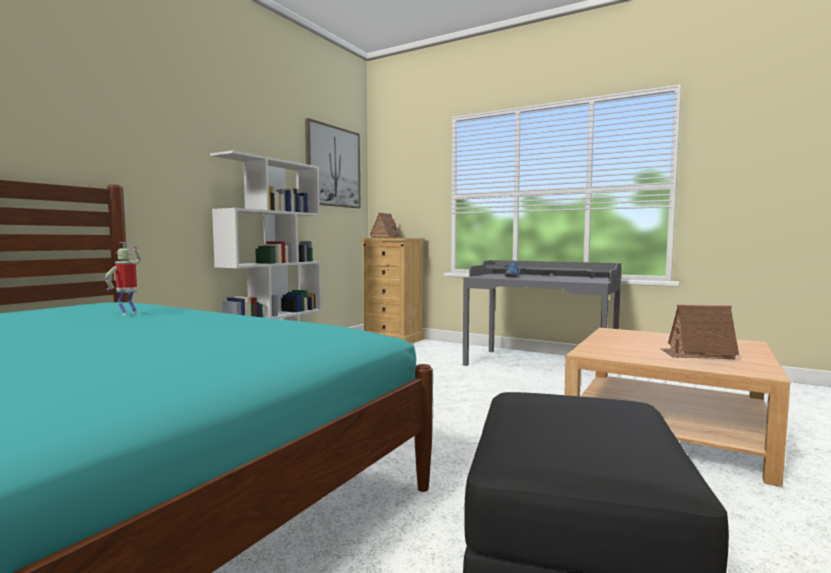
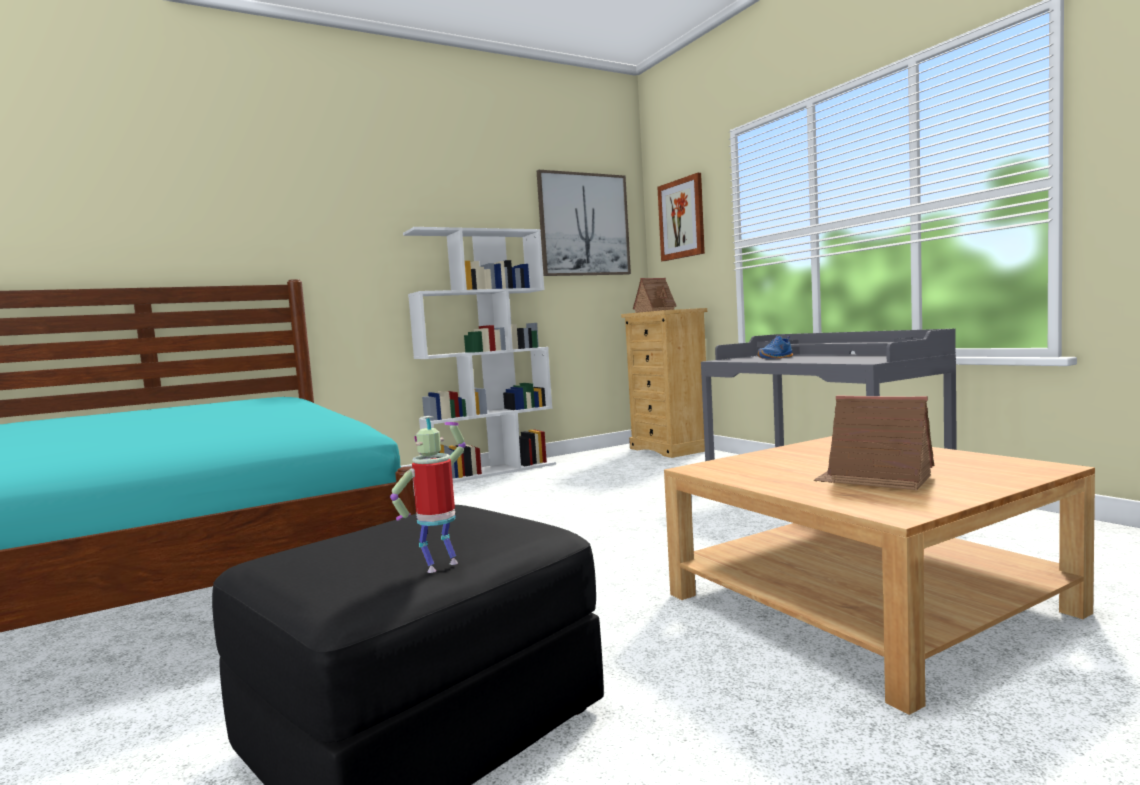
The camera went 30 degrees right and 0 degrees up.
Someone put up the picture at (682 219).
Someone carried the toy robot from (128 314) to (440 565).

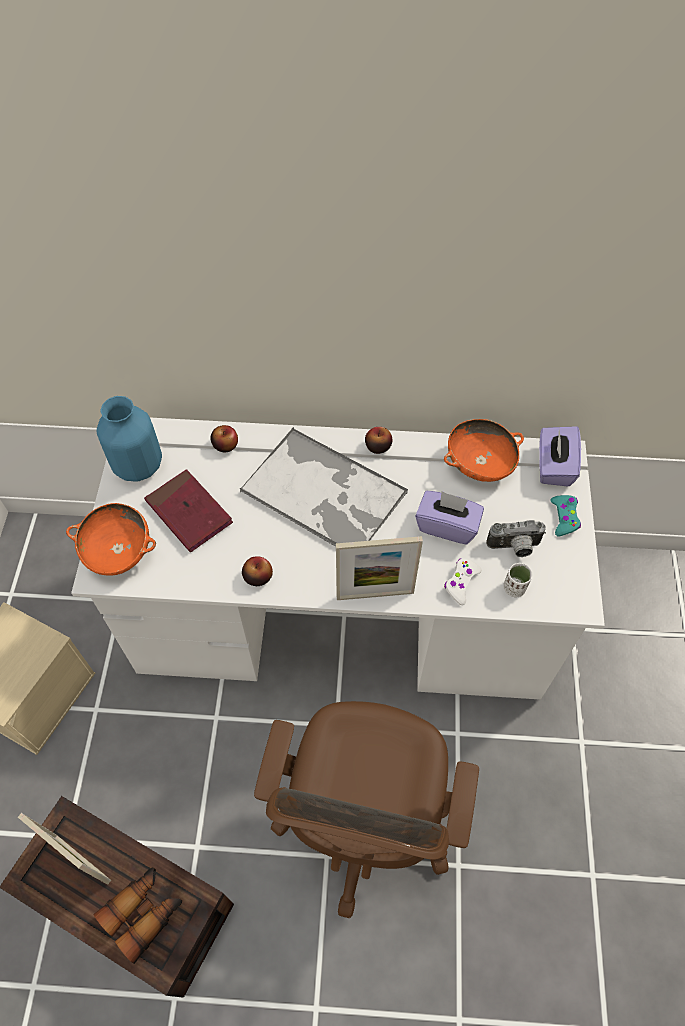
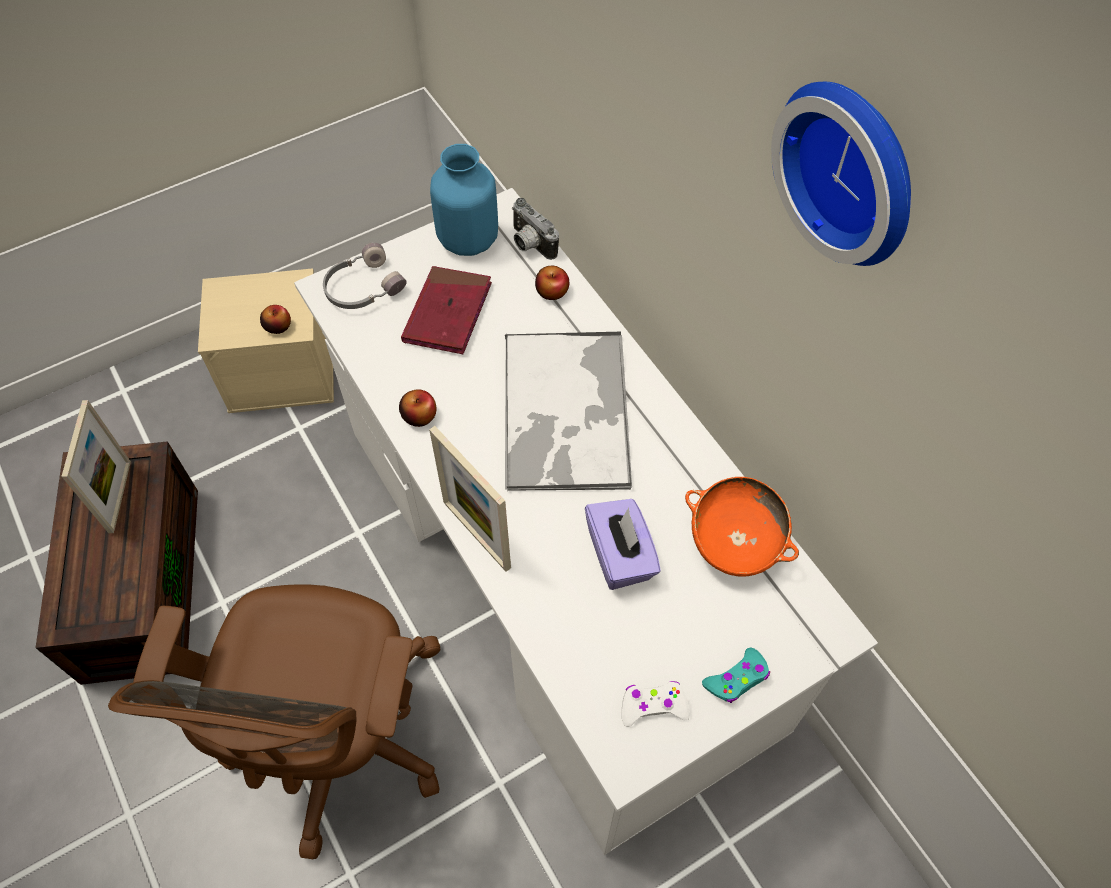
The camera went 55 degrees right and 0 degrees up.
Someone took away the binoculars at (144 912).
Someone took away the white cup at (514 588).
Someone took away the purple tissue box at (553 466).
Someone put up the wall clock at (853 169).
Someone carried the apple from (378 446) to (278 326).
Someone carried the white game controller from (461 583) to (653 706).
Someone carried the photo camera from (514 548) to (529 244).
Someone swapped the orange bowl at (118 551) for the grey headphones at (362 287).
Someone rotated the brown office chair at (364 821) by 60 degrees counterclockwise.

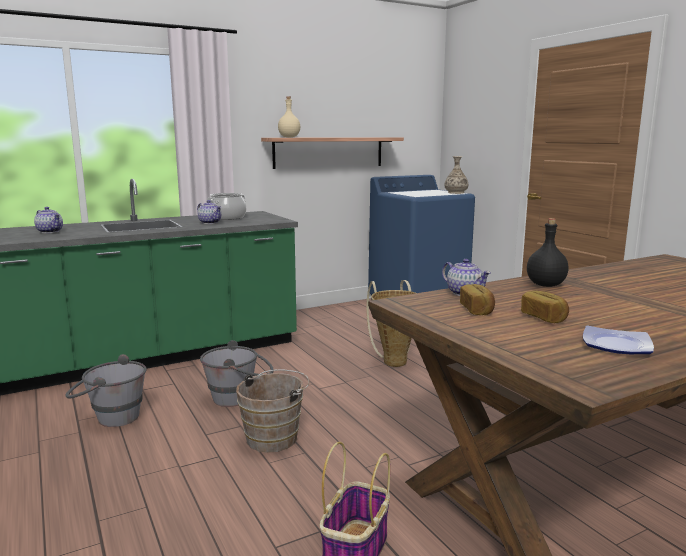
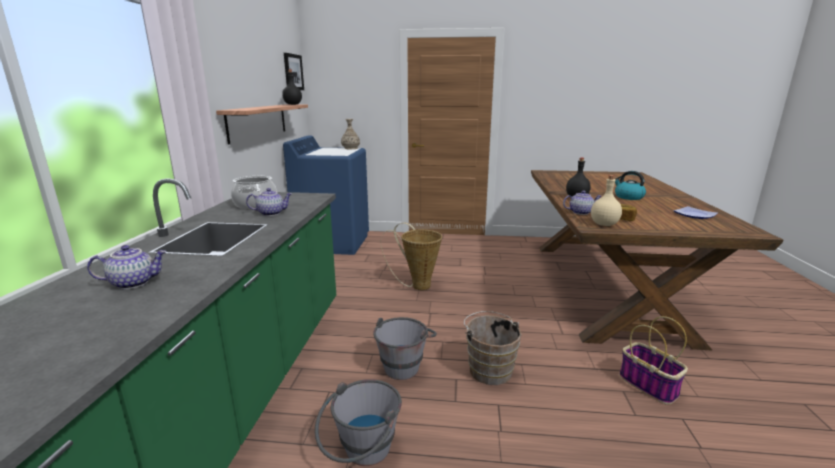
The camera went 55 degrees left and 5 degrees up.
Someone took away the bread at (544 317).
Someone put down the black bottle at (292 104).
Someone put up the picture at (293 72).
Someone put down the kettle at (628 197).
Someone carried the beige bottle from (289 137) to (603 224).

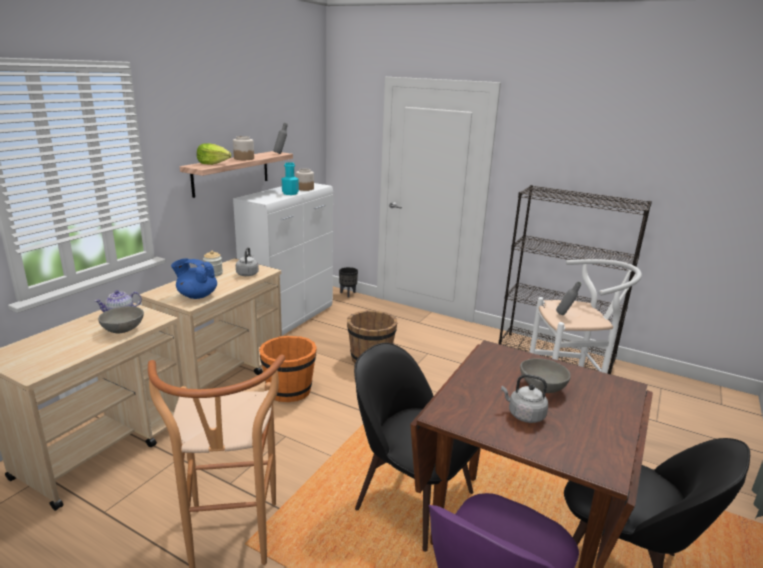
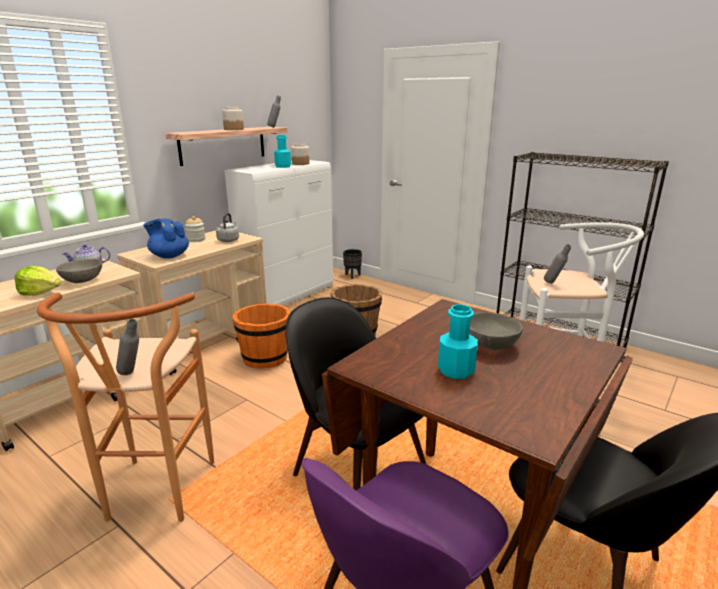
The camera went 10 degrees right and 0 degrees up.
Someone put down the grey bottle at (132 374).
Someone carried the lettuce from (213 164) to (41 292).
Someone swapped the grey kettle at (524 415) for the turquoise bottle at (456 370).

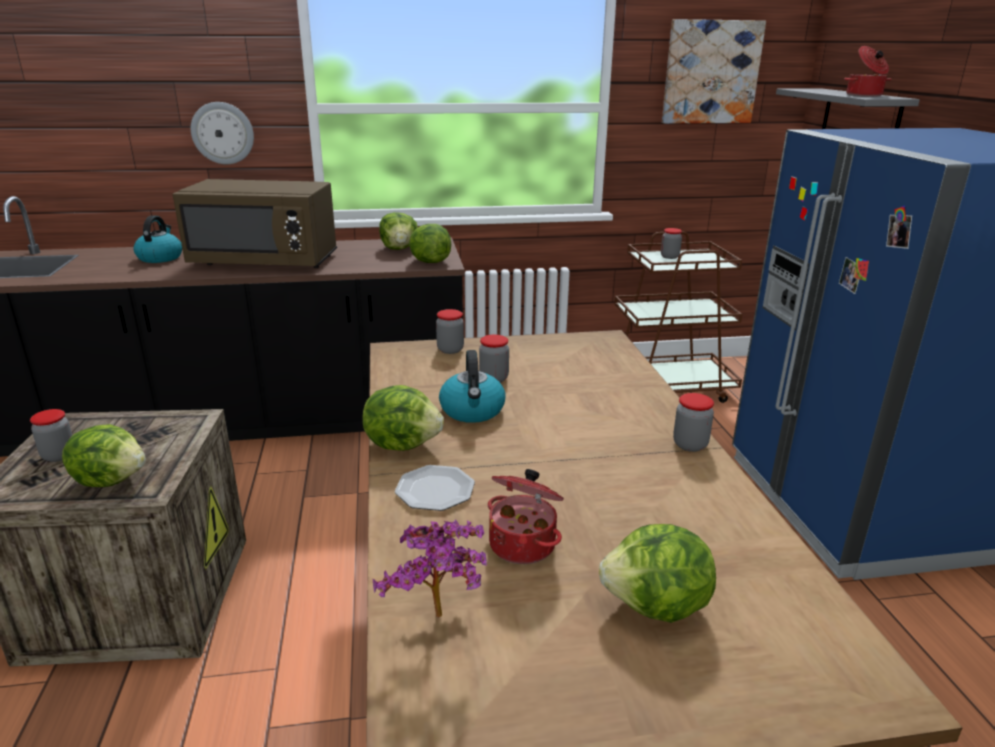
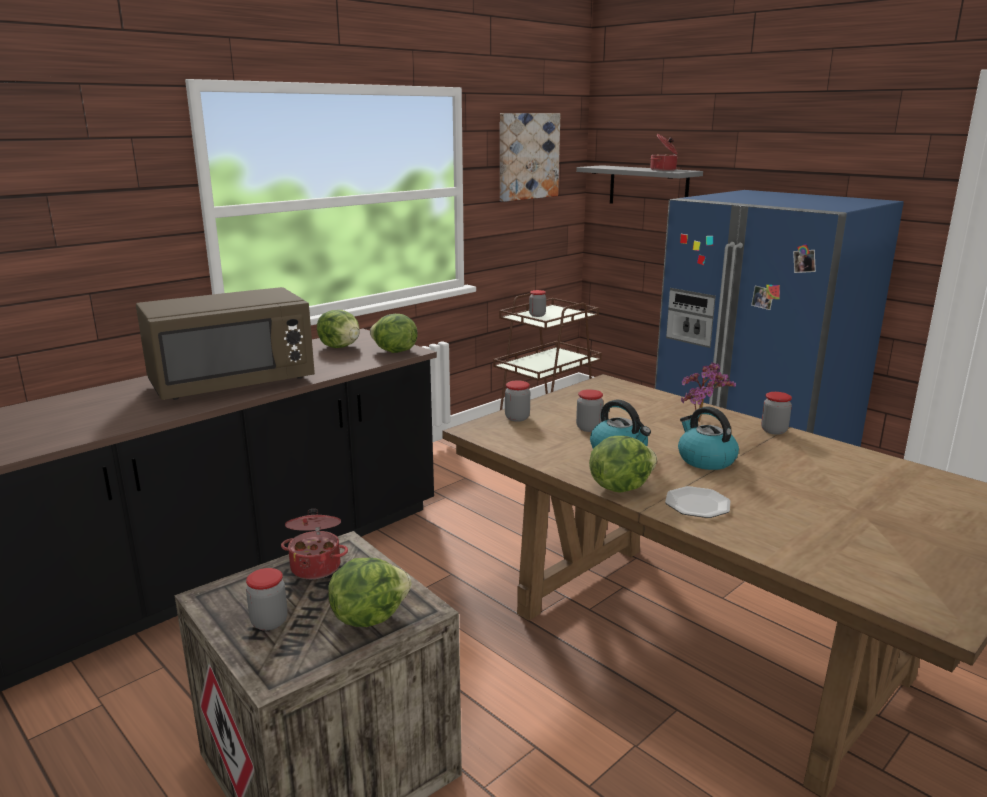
The camera went 35 degrees left and 5 degrees down.
Someone took away the wall clock at (222 133).
Someone took away the lettuce at (656 607).
Someone carried the kettle from (160 257) to (705 459).
Someone carried the potted plant from (441 621) to (702 422).
Someone carried the cooking pot from (524 544) to (316 566).

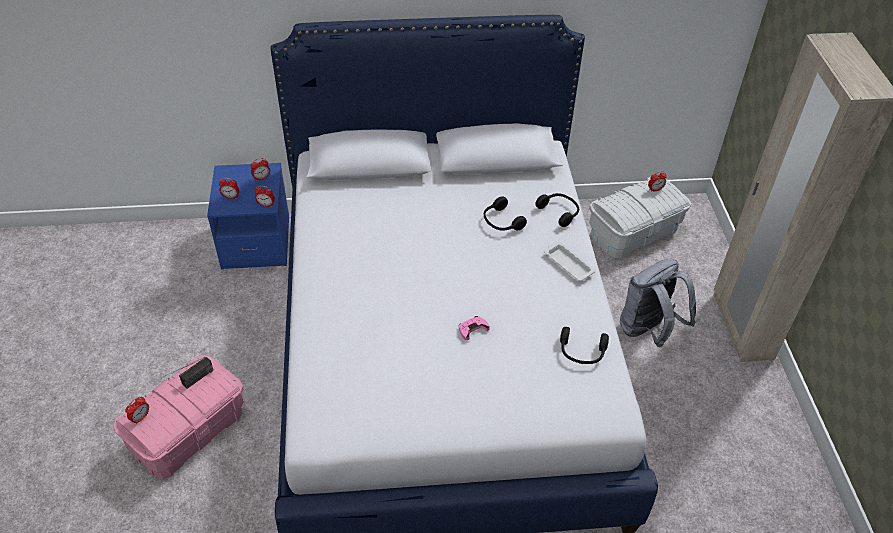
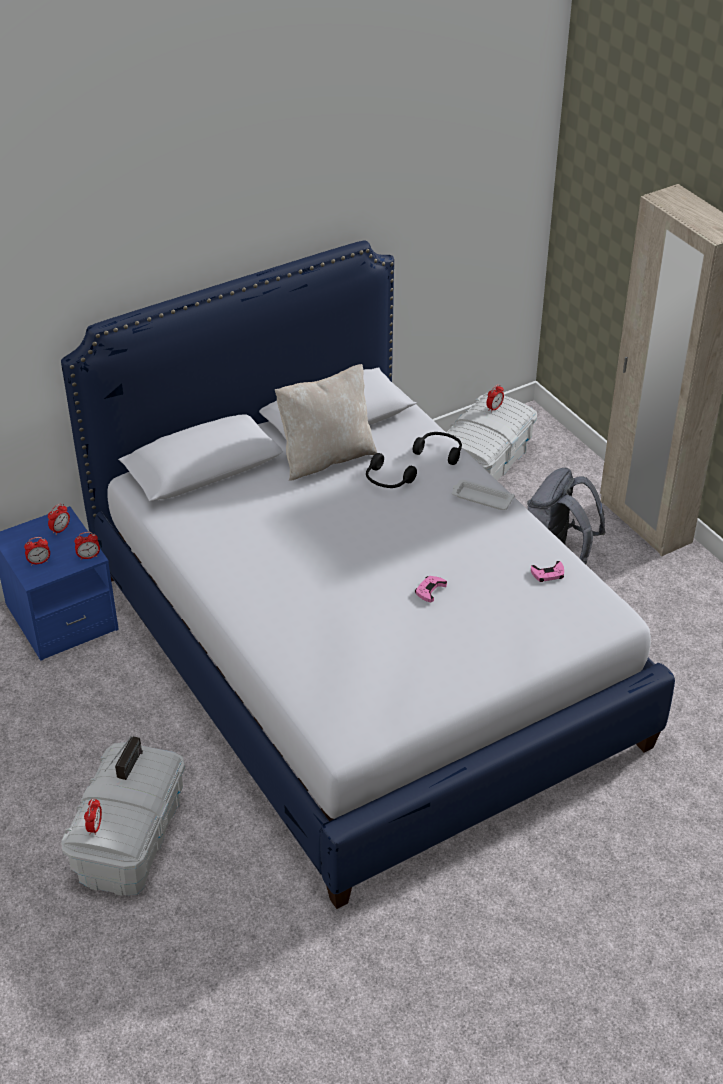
The camera went 25 degrees left and 5 degrees down.
Someone put down the beige pillow at (326 457).
Someone swapped the black headphones at (581 352) for the pink game controller at (548 574).
Someone repainted the pink storage box at (188 431), which became the white storage box at (129 838).

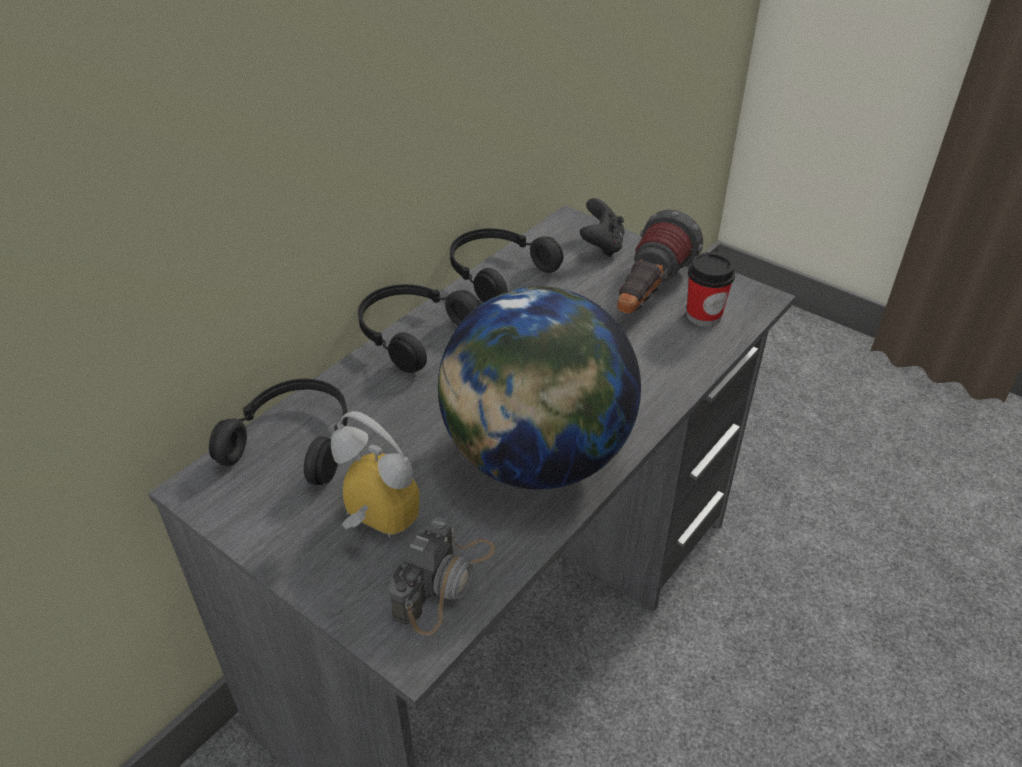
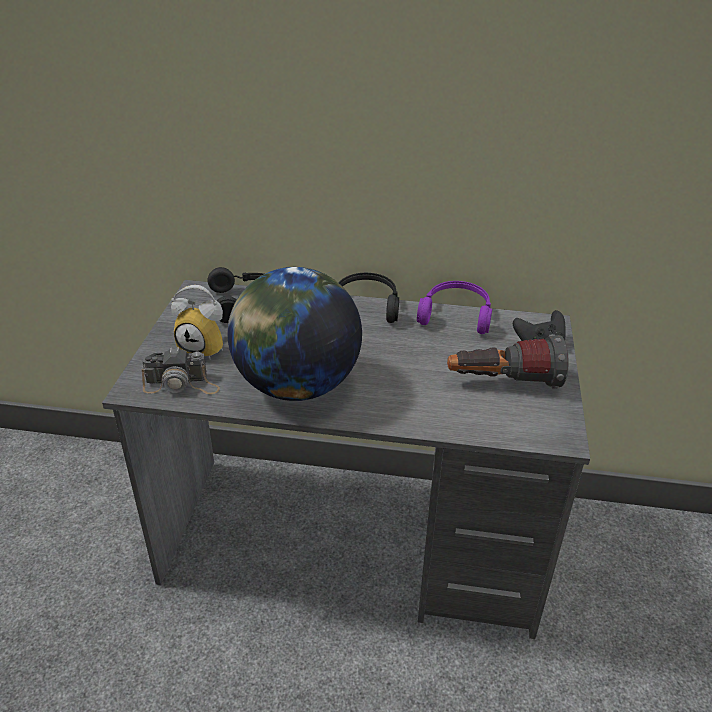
The camera went 60 degrees right and 5 degrees down.
Someone took away the cup at (703 316).
Someone repainted the black headphones at (496 273), which became the purple headphones at (456 314).
Someone rotated the alarm clock at (372 525) by 105 degrees clockwise.

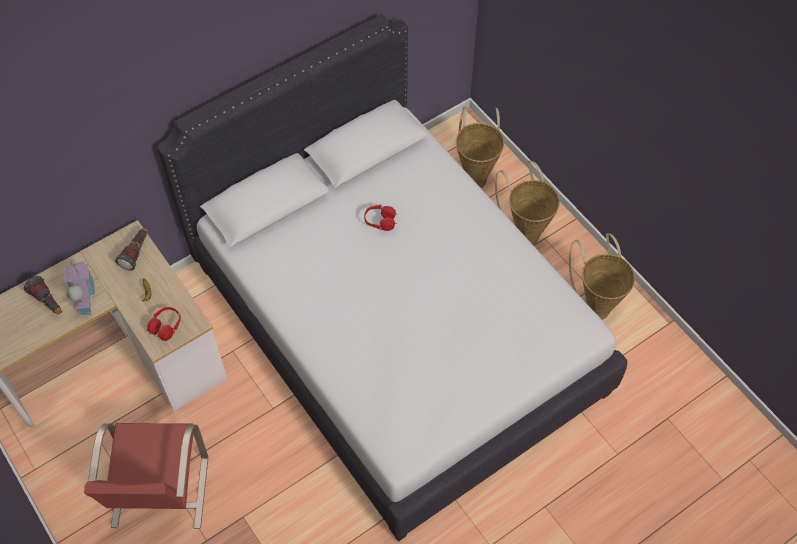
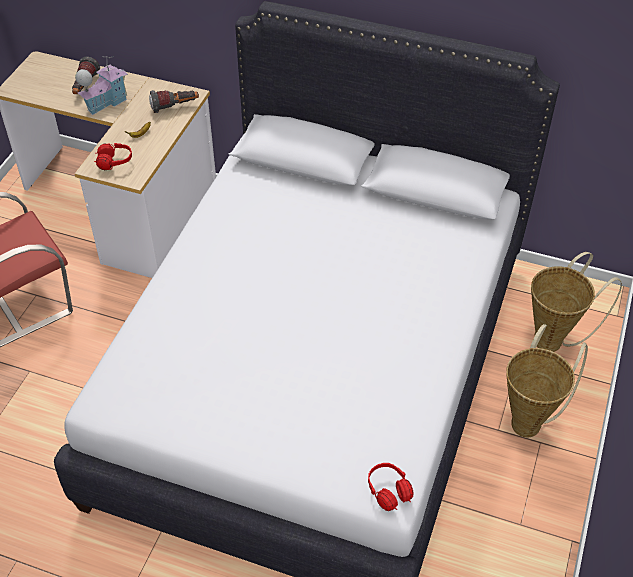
The camera went 55 degrees right and 10 degrees down.
Someone took away the basket at (595 305).
Someone carried the red headphones from (381 222) to (388 493).

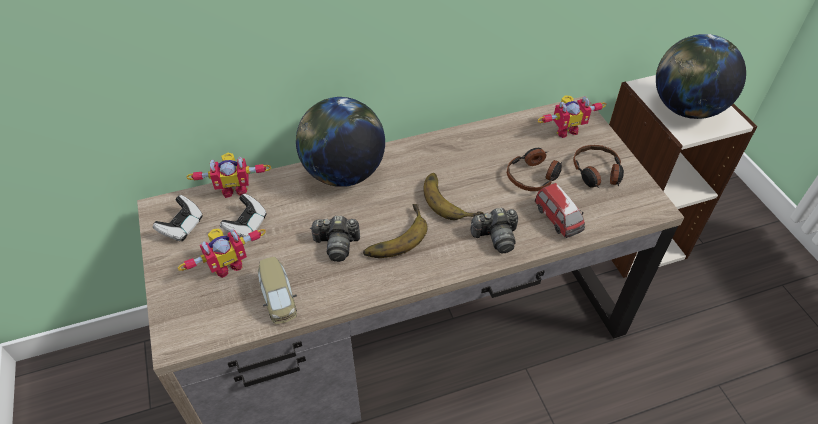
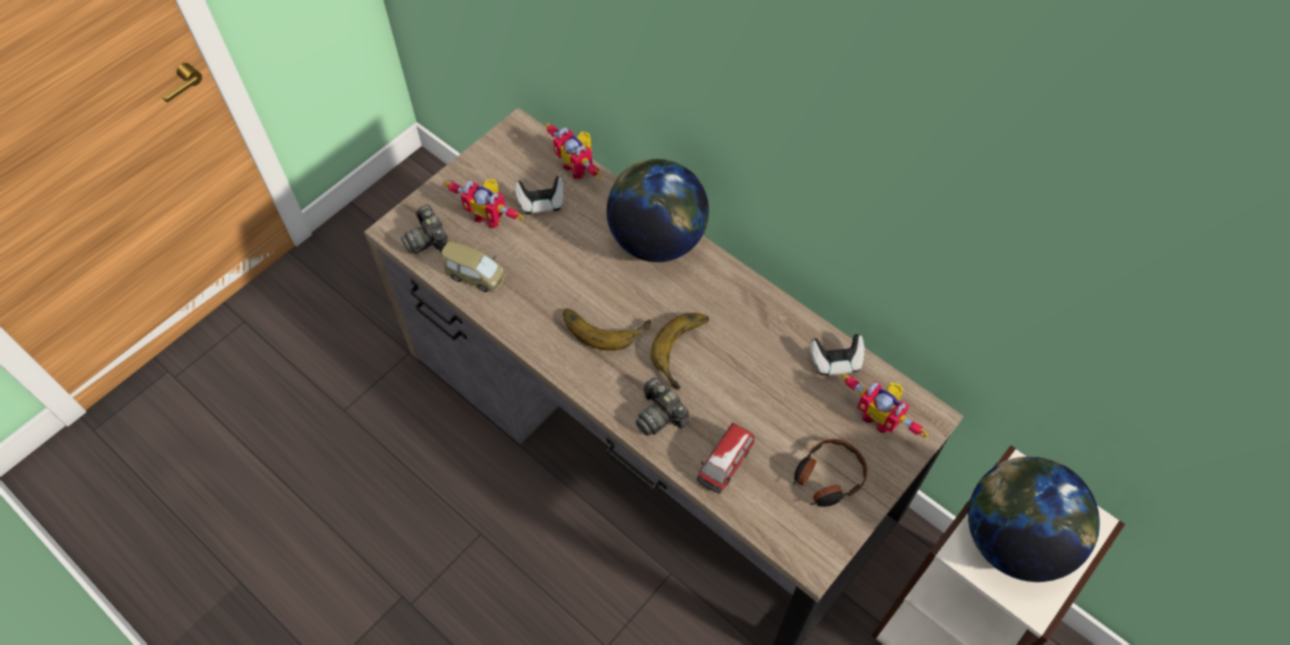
The camera went 60 degrees right and 10 degrees up.
Someone took away the headphones at (533 176).
Someone carried the game controller from (182 227) to (835 361).
Someone carried the photo camera from (337 245) to (428 240).
Someone rotated the toy car at (279 300) by 105 degrees counterclockwise.

